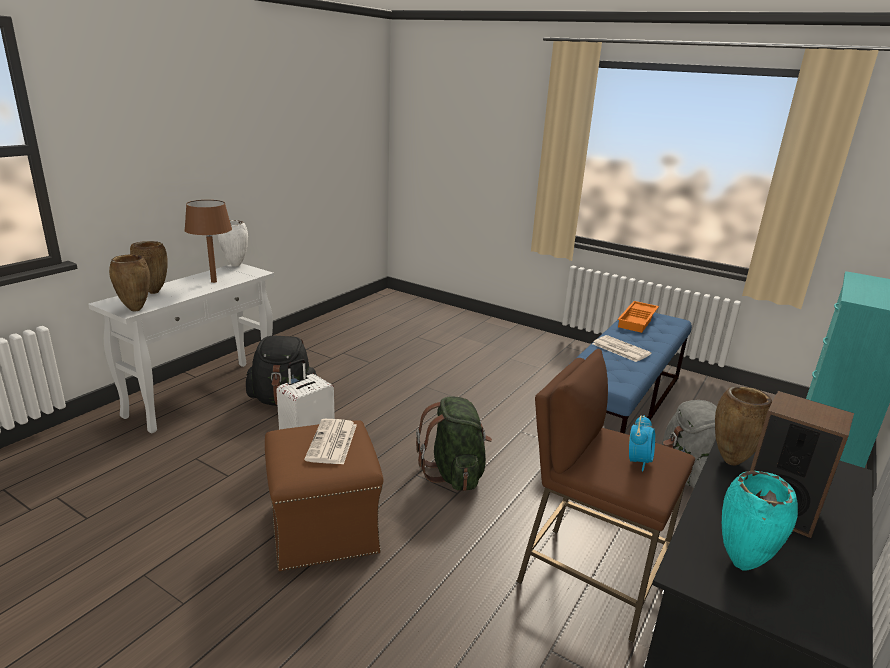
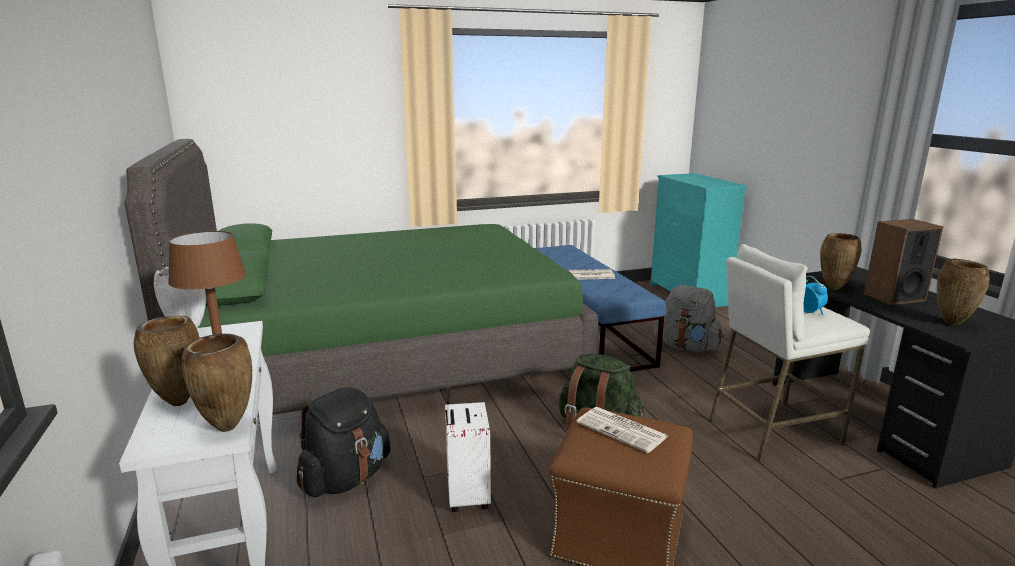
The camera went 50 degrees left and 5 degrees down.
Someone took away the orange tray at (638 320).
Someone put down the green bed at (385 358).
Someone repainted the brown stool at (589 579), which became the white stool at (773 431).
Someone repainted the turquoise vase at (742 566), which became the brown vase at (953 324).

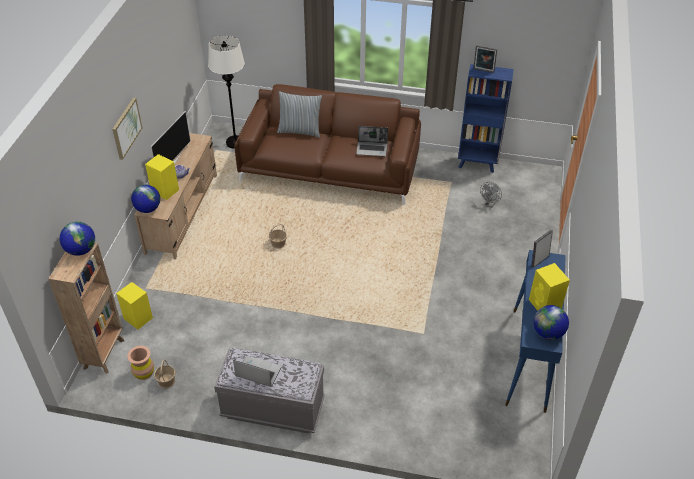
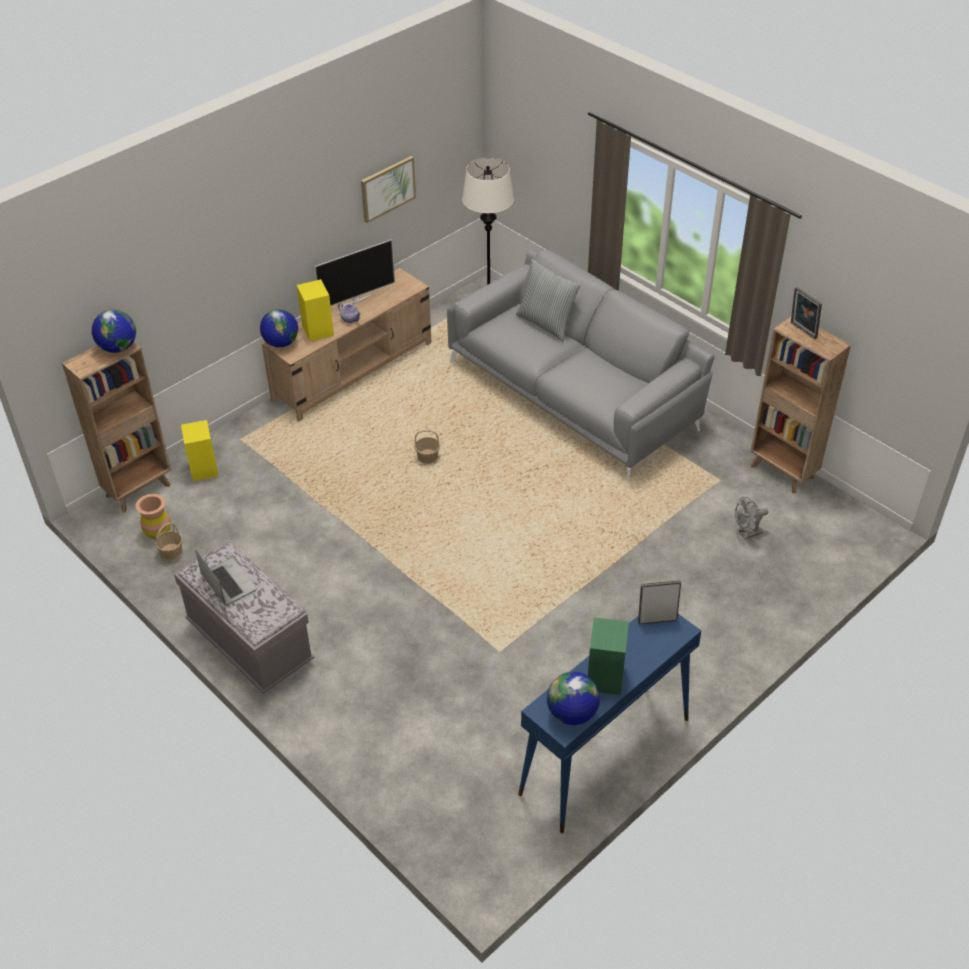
The camera went 35 degrees right and 0 degrees up.
Someone took away the laptop at (372 149).
Someone carried the picture from (126 128) to (387 188).
Someone repainted the brown sofa at (330 169), which became the grey sofa at (574 394).
Someone repainted the blue bookcase at (477 164), which became the brown bookcase at (782 472).
Someone repainted the yellow speaker at (545 305), which became the green speaker at (605 678).

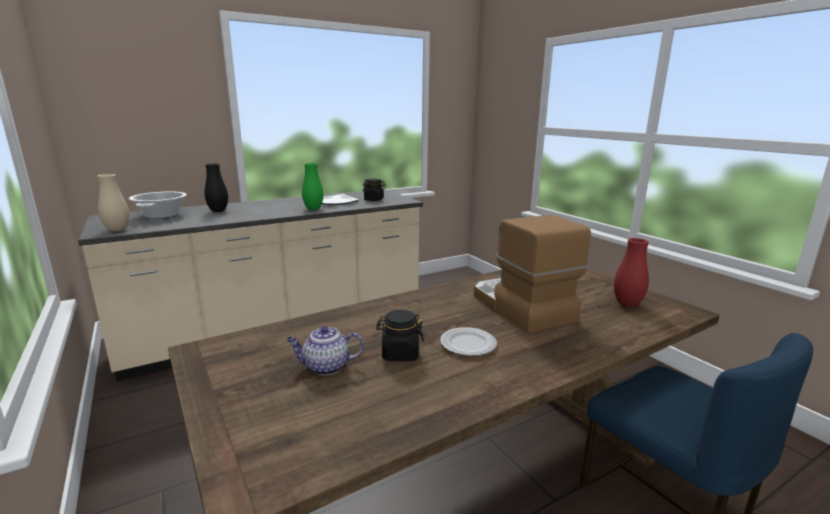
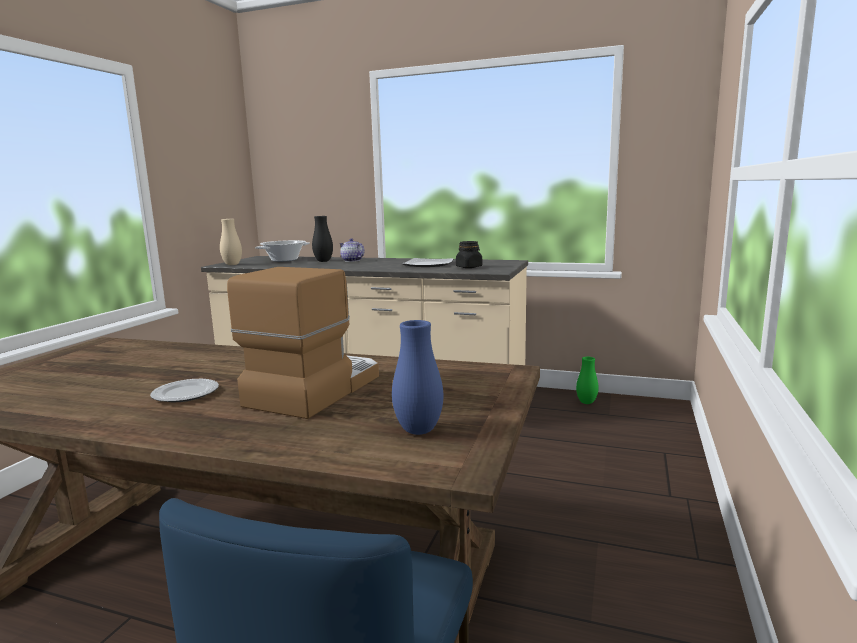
The camera went 50 degrees right and 5 degrees down.
Someone took away the black jar at (400 354).
Someone carried the teapot from (325 367) to (351 260).
Someone carried the green vase from (313 209) to (586 402).
Someone repainted the red vase at (627 304), which became the blue vase at (418 430).

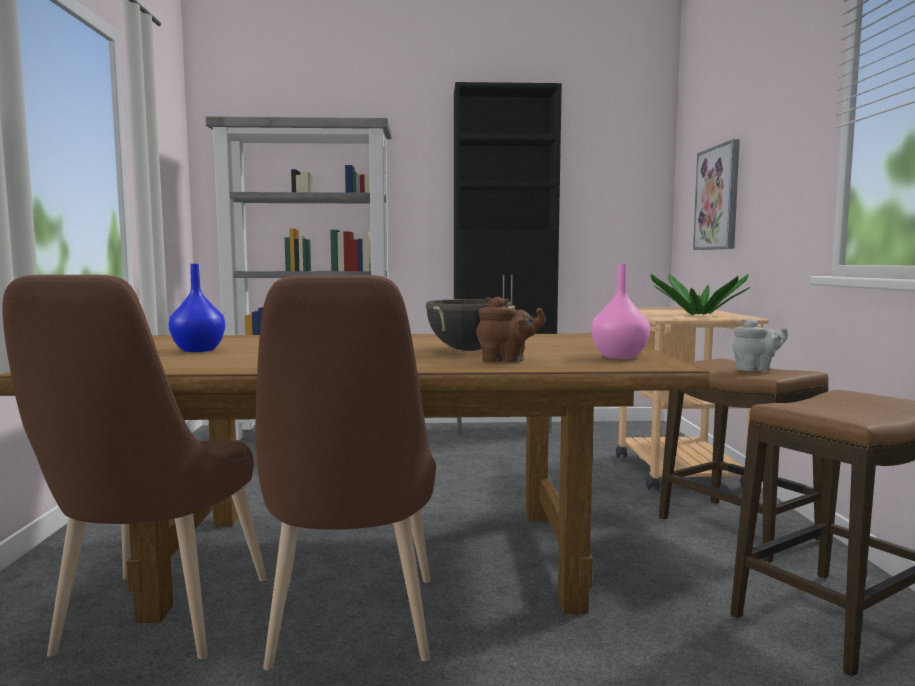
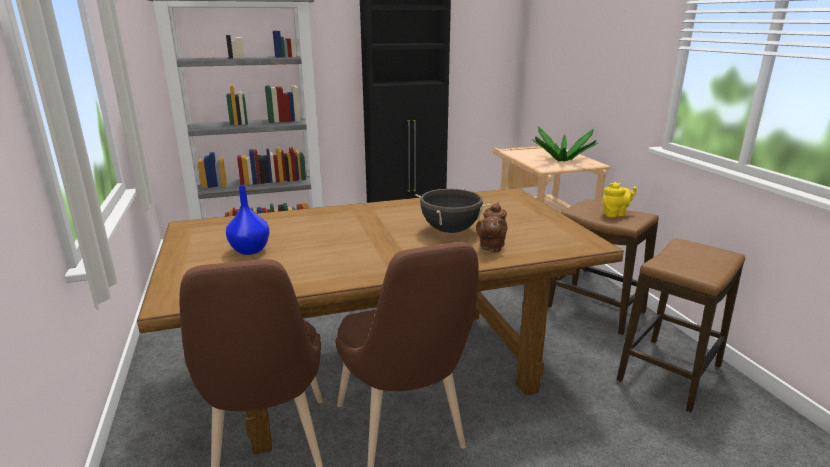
The camera went 15 degrees left and 15 degrees up.
Someone took away the pink vase at (620 357).
Someone took away the picture at (718 198).
Someone repainted the grey teapot at (755 370), which became the yellow teapot at (615 214).
Someone rotated the brown teapot at (506 361) by 120 degrees clockwise.

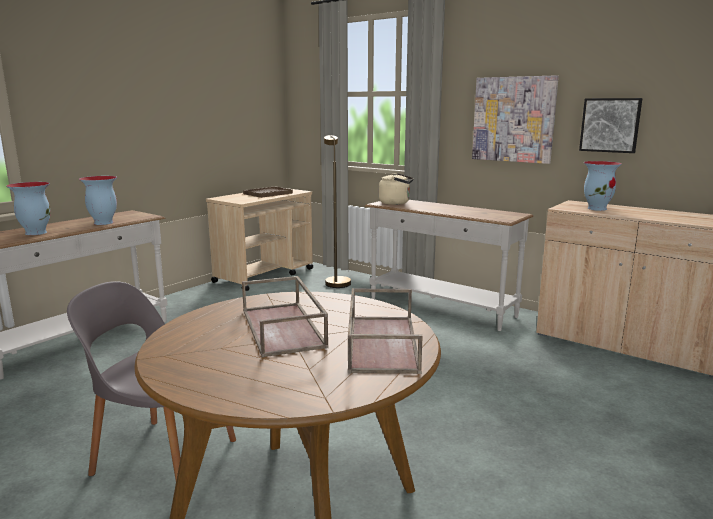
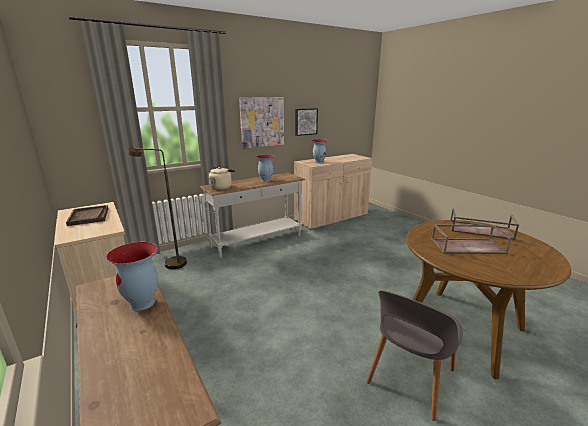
The camera went 70 degrees left and 5 degrees up.
Someone carried the vase from (35 233) to (265 180).

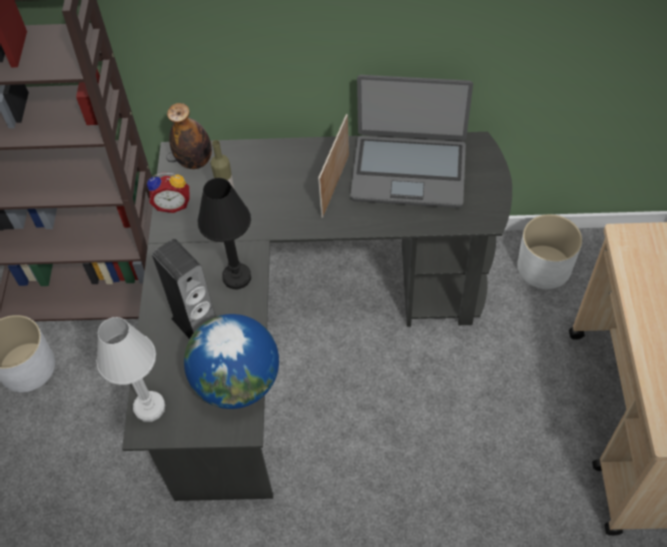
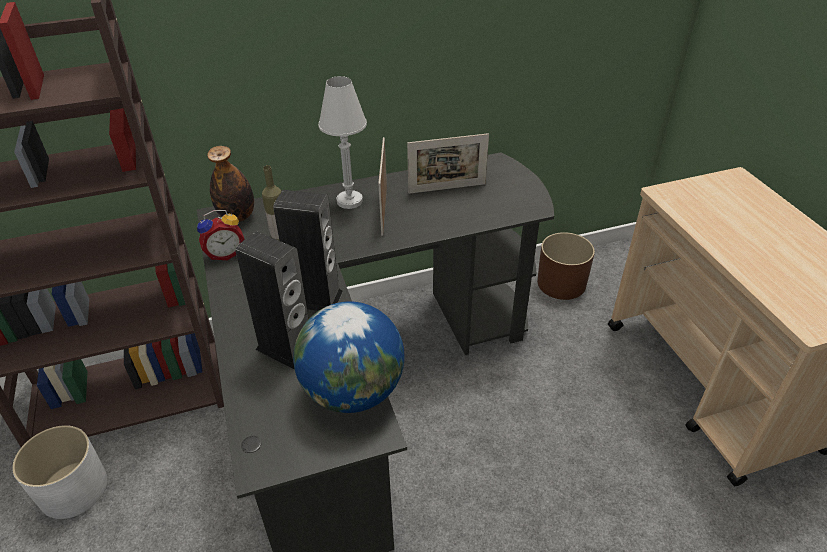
The camera went 20 degrees left and 15 degrees down.
Someone carried the white table lamp from (149 407) to (349 201).
Someone swapped the black table lamp at (237 277) for the speaker at (315 298).
Someone swapped the laptop at (409 171) for the picture frame at (447 188).
Someone repainted the white planter at (544 267), which became the brown planter at (561 283).

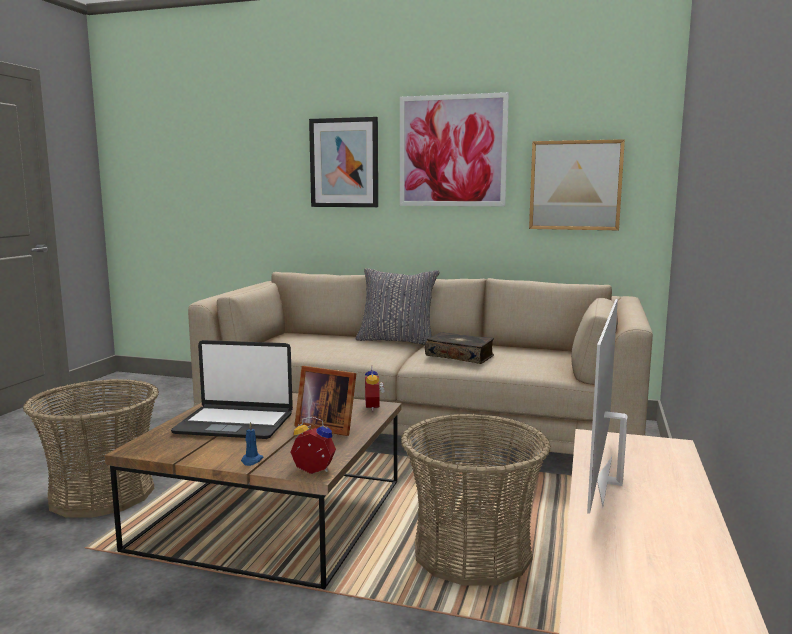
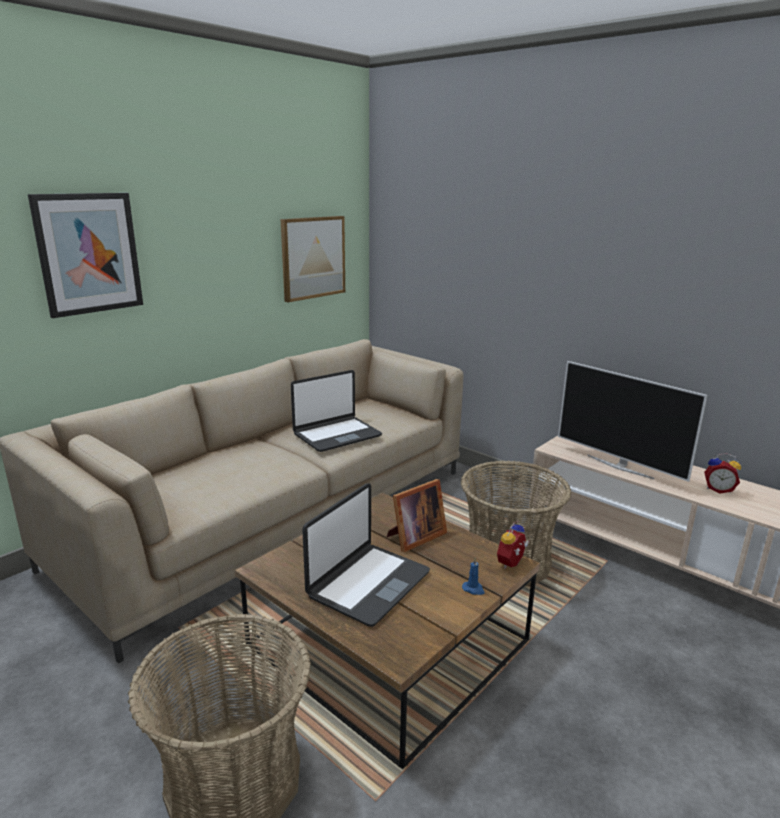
The camera went 65 degrees left and 10 degrees up.
Someone took away the grey pillow at (397 340).
Someone took away the picture at (452 151).
Someone carried the alarm clock from (374 407) to (718 489).
Someone swapped the book at (460 356) for the laptop at (336 435).

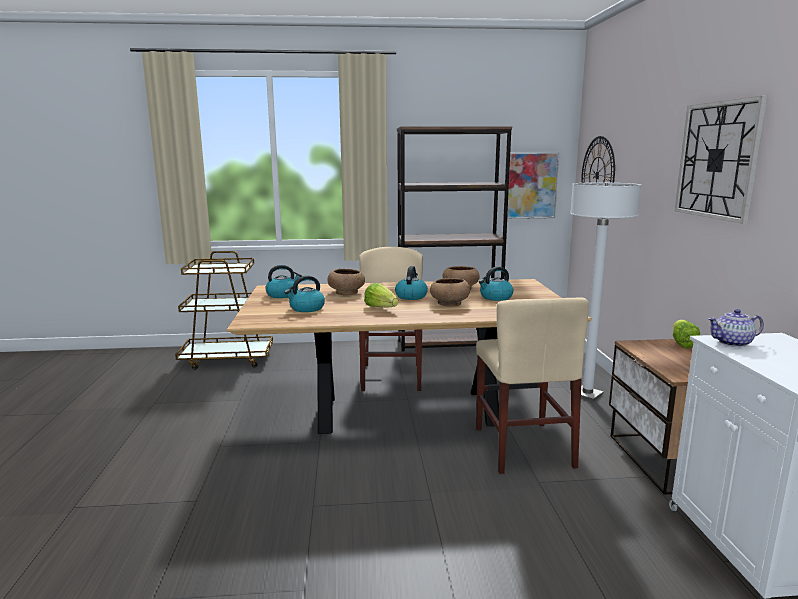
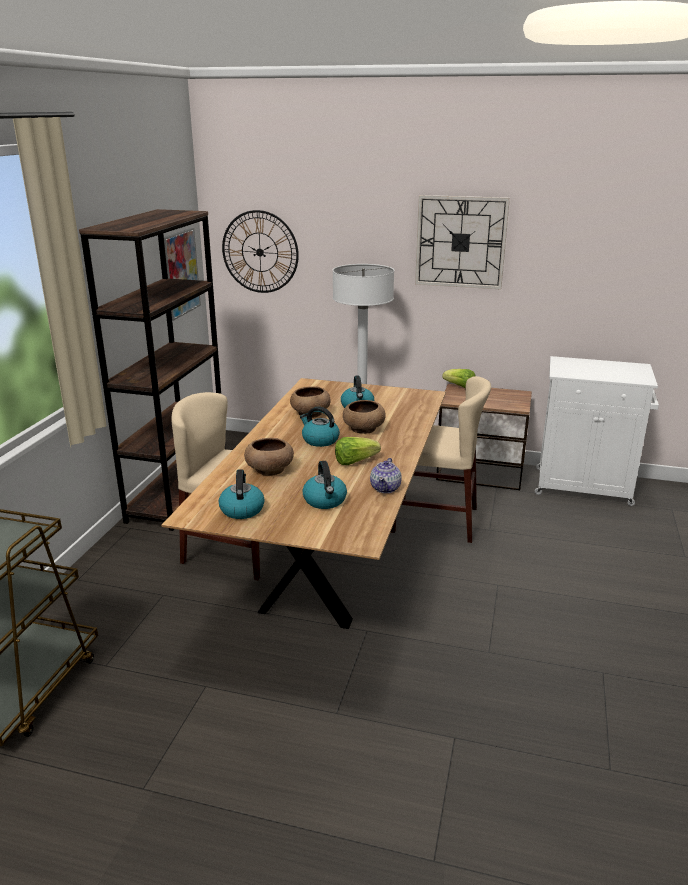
The camera went 70 degrees left and 10 degrees up.
Someone carried the teapot from (733 343) to (386 488).

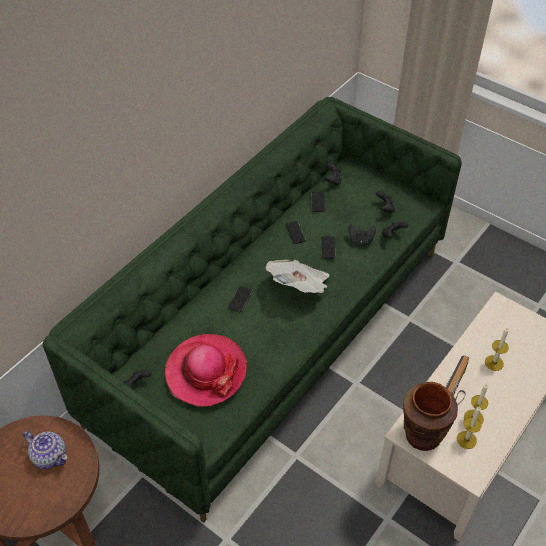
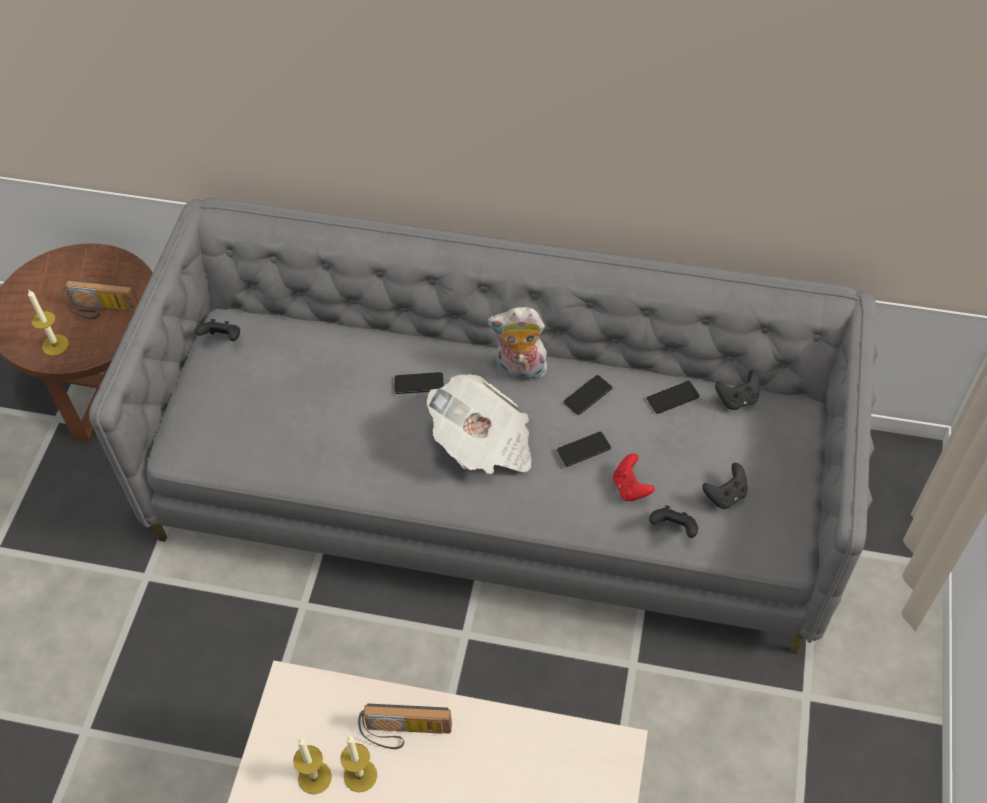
The camera went 65 degrees right and 5 degrees up.
Someone took away the hat at (206 371).
Someone took away the brown vase at (422 435).
Someone put down the plush toy at (519 371).
Someone carried the candle from (494 363) to (55 345).
Someone swapped the teapot at (50 456) for the radio at (101 310).
Someone repainted the green sofa at (272 332), which became the grey sofa at (496 488).
Someone repainted the black game controller at (361 240), which became the red game controller at (630 487).

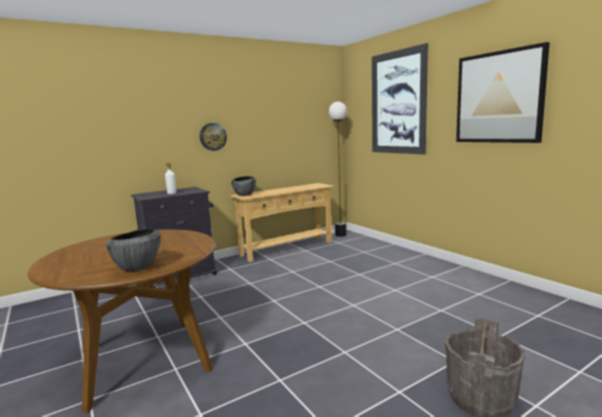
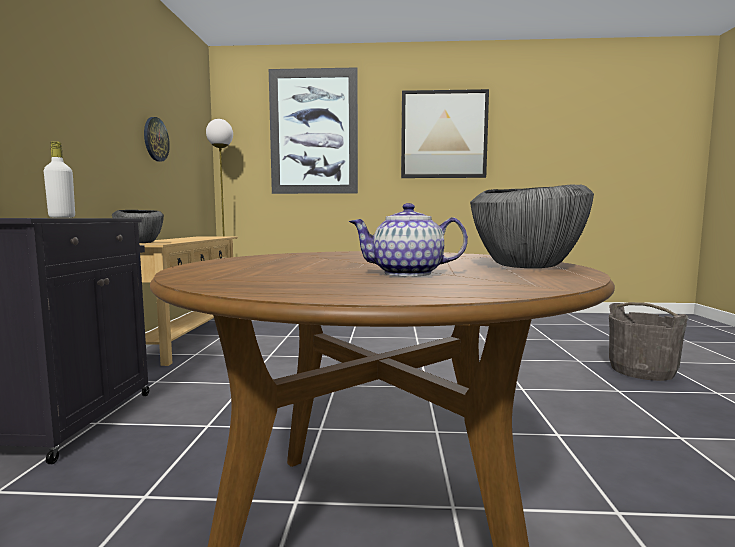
The camera went 55 degrees left and 5 degrees down.
Someone put down the teapot at (408 273).
Someone carried the wall clock from (213 136) to (155 139).

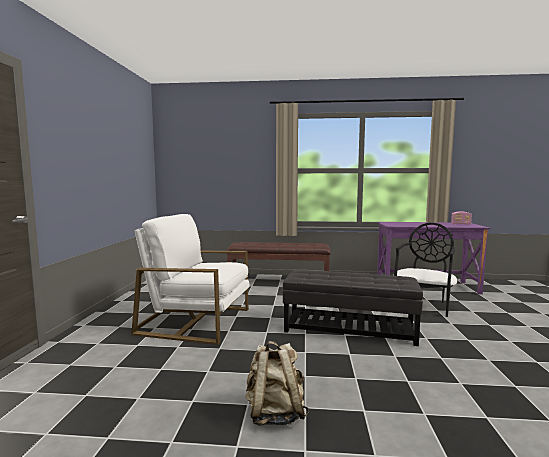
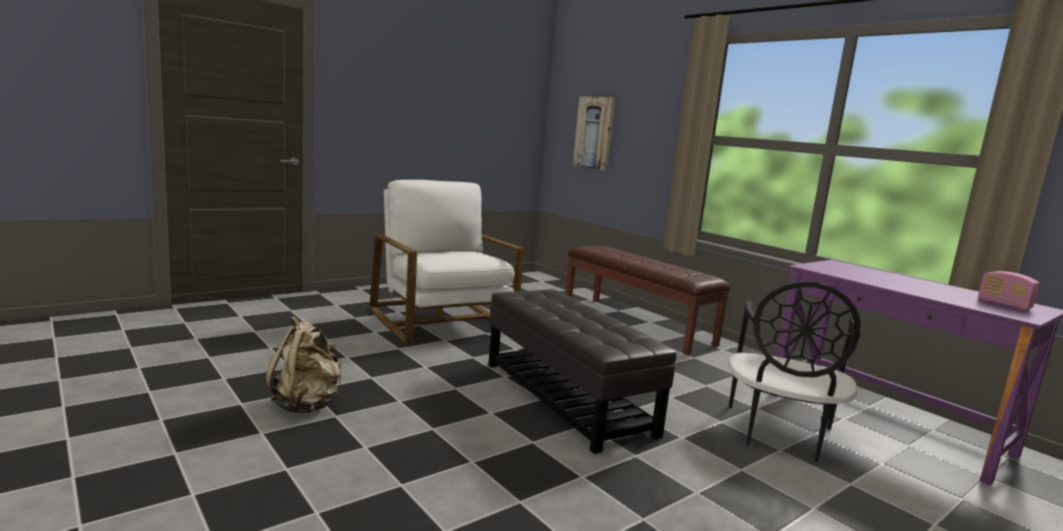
The camera went 45 degrees right and 5 degrees up.
Someone put up the picture at (594 133).
Someone rotated the black chair at (424 305) by 120 degrees clockwise.

